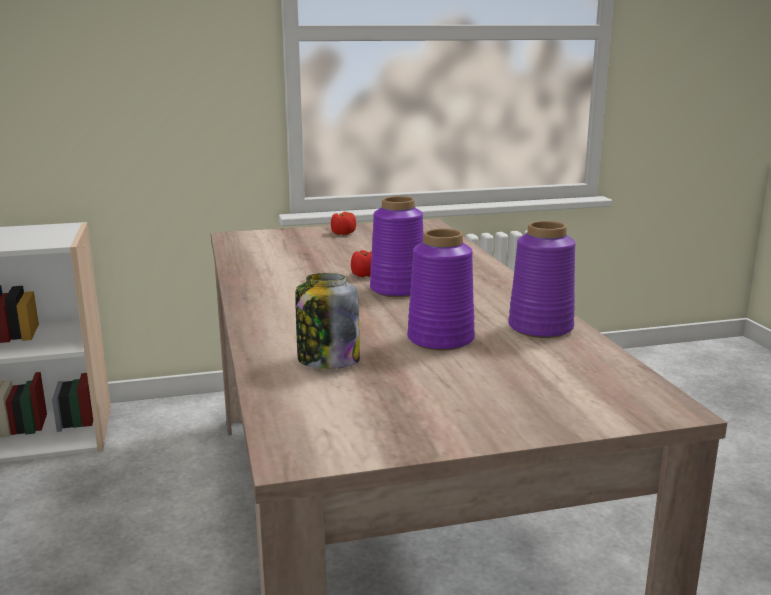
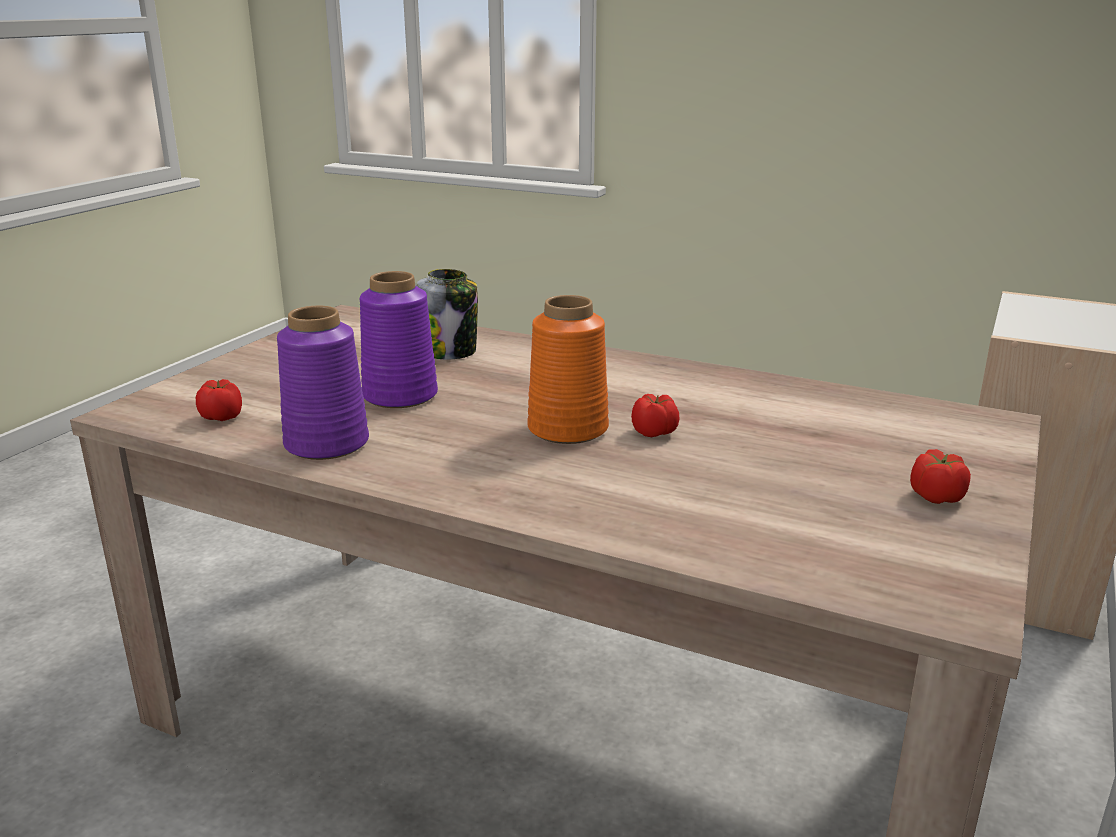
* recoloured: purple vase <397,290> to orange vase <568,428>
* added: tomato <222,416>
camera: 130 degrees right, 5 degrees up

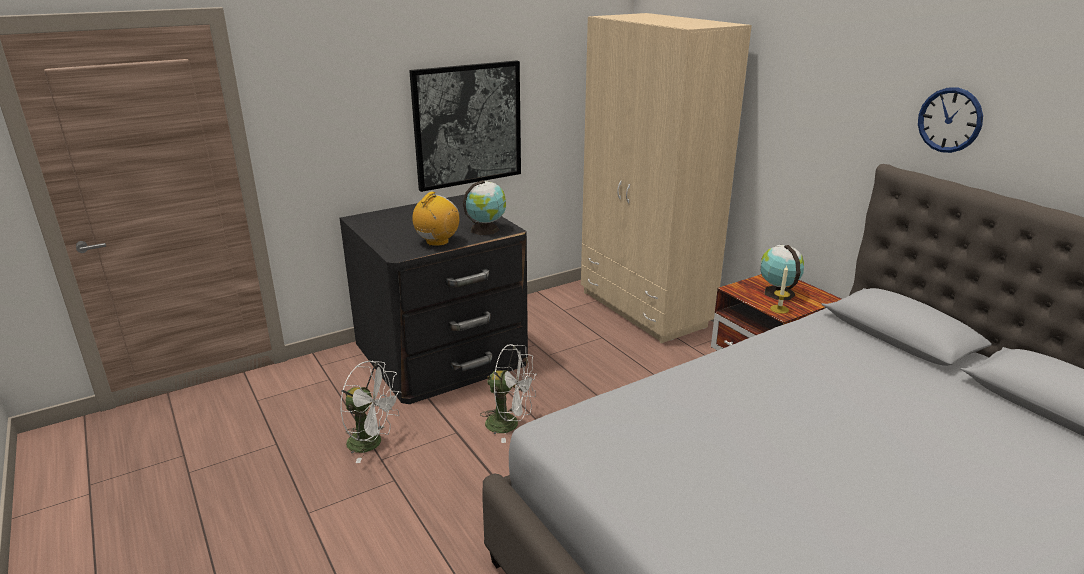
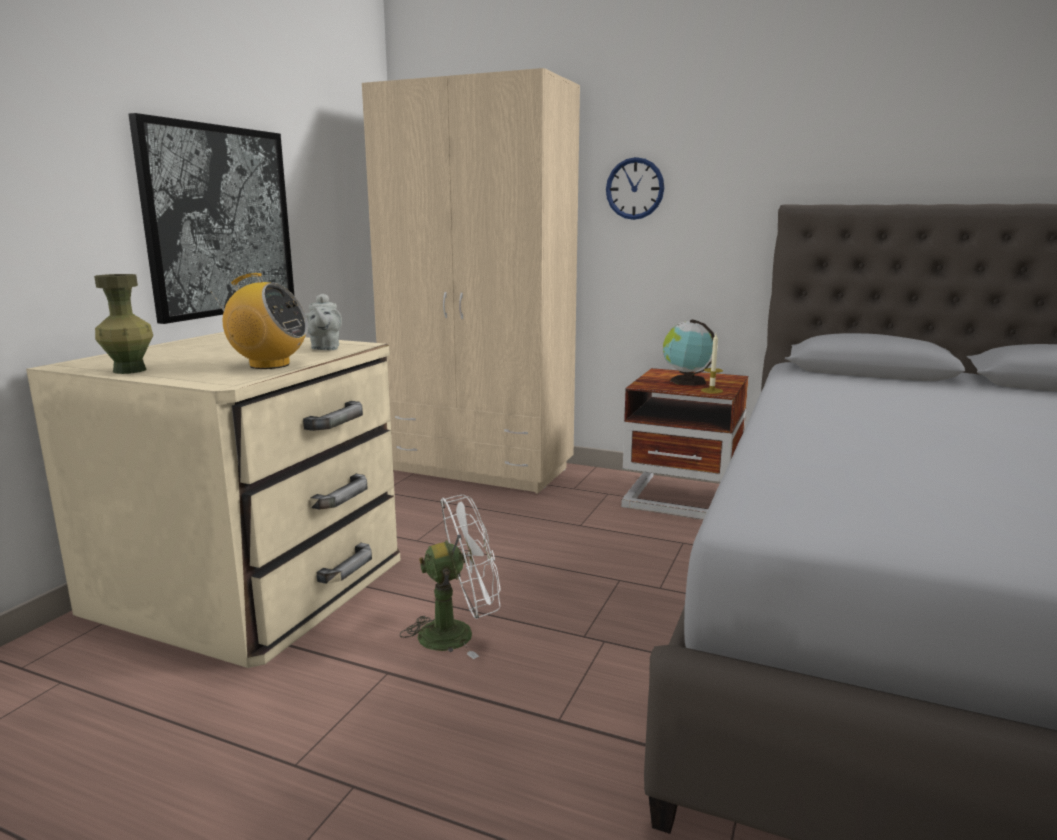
* moved: wall clock <949,120> to <635,188>
* replaced: globe <486,229> to grey teapot <324,348>
* turned: radio <437,242> = <269,365> 105 degrees clockwise
* recoloured: black dresser <443,354> to beige dresser <256,583>
* removed: white fan <372,443>
* added: green vase <130,370>
camera: 35 degrees left, 10 degrees down

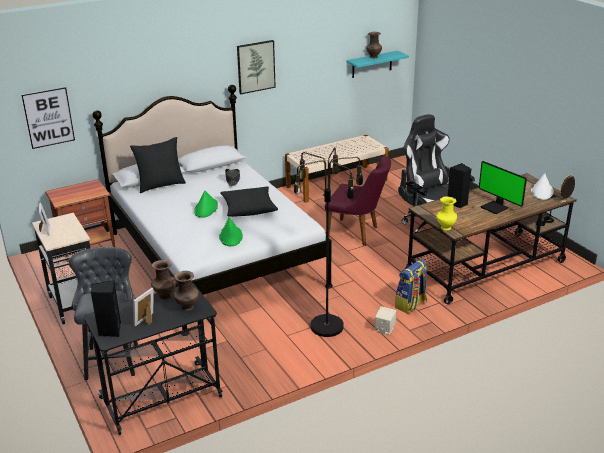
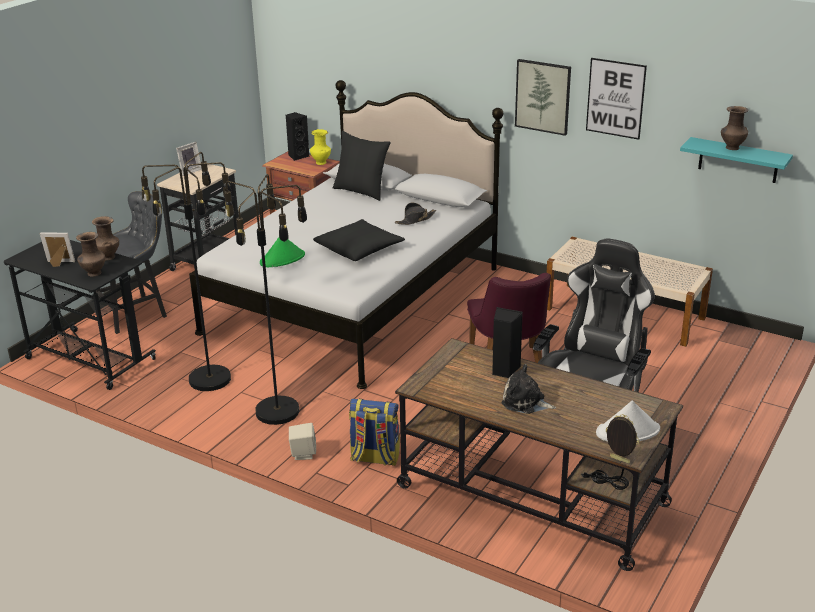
* moved: picture <48,118> to <615,98>
* replaced: monitor <495,207> to plush toy <525,402>
* removed: green hat <206,209>
* moved: yellow vase <445,228> to <320,162>
* moved: black speaker <110,331> to <298,156>
* added: floor lamp <210,380>
camera: 60 degrees right, 0 degrees up

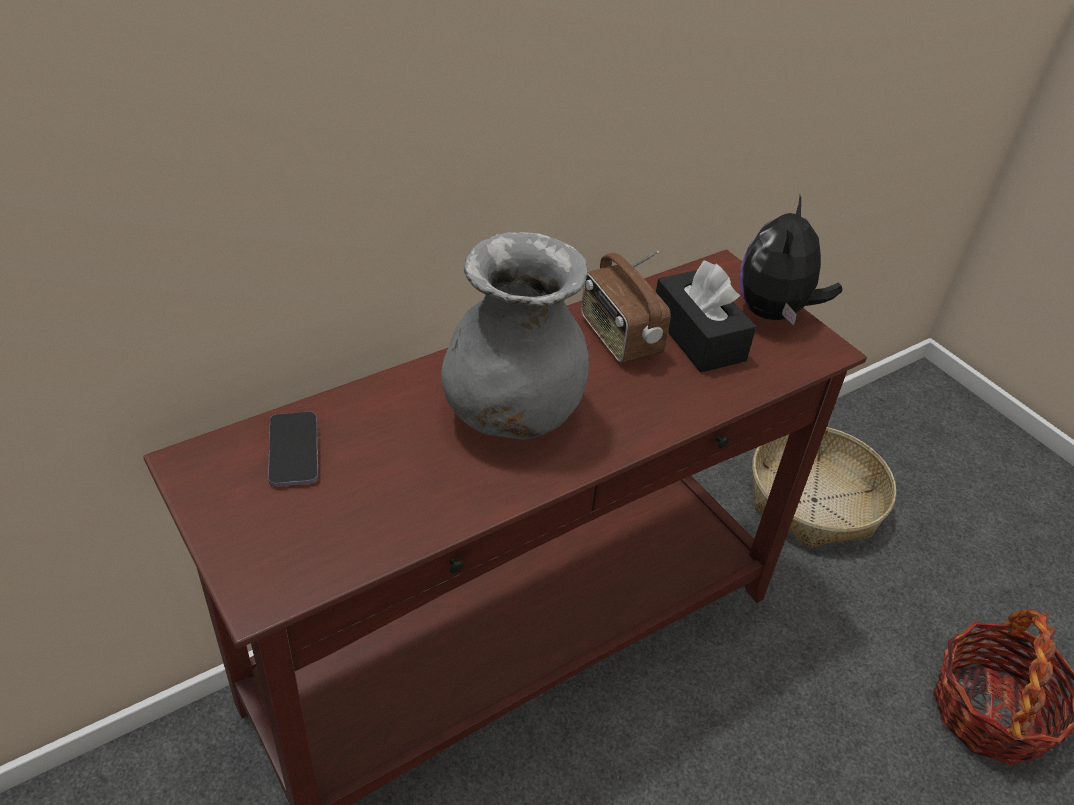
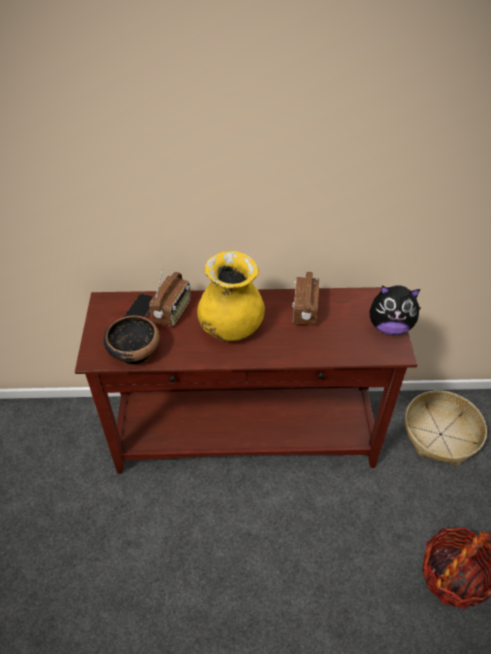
* turned: plush toy <774,313> = <389,326> 135 degrees counterclockwise
* recoloured: grey vase <513,414> to yellow vase <231,328>
* removed: black tissue box <698,336>
* added: radio <172,311>
* added: bowl <134,351>
camera: 35 degrees right, 5 degrees up

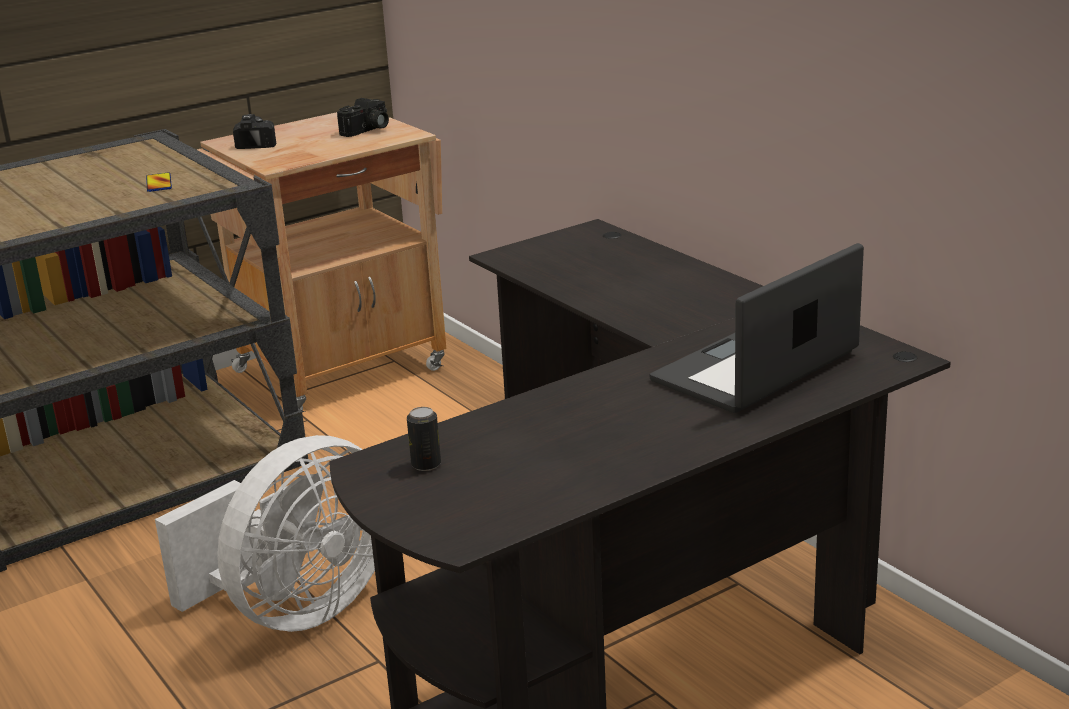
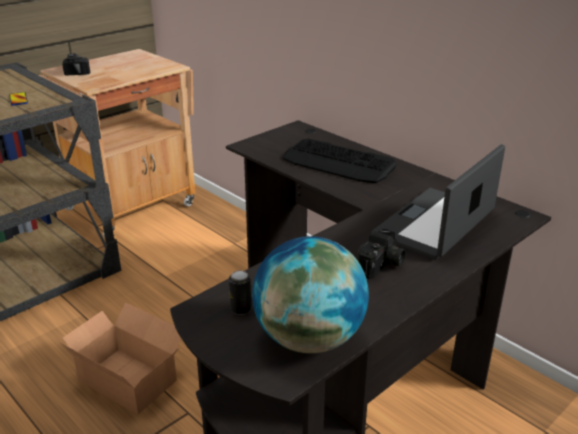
* moved: photo camera <367,130> to <382,265>
* replaced: white fan <296,610> to cardboard box <128,377>
* added: keyboard <338,163>
* added: globe <309,339>
camera: 10 degrees left, 5 degrees up

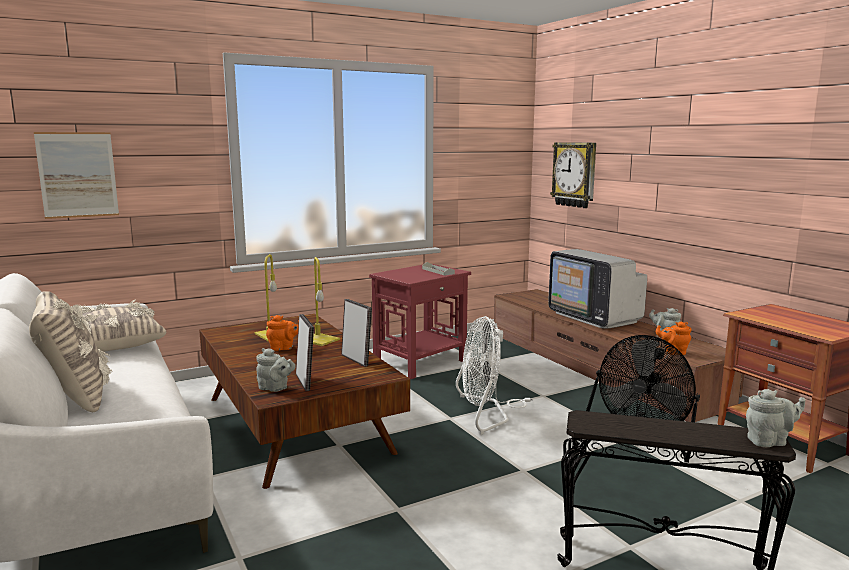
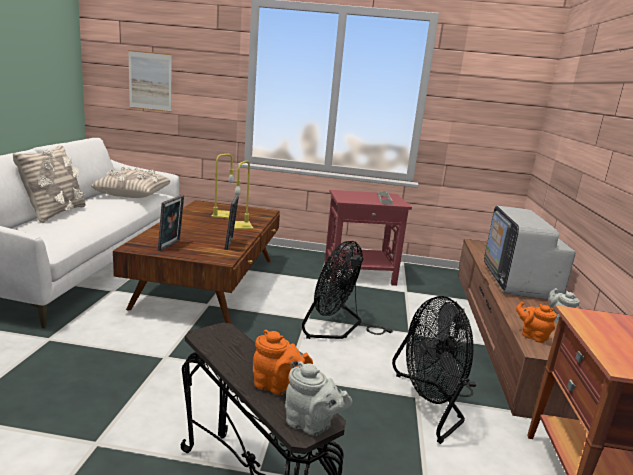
* removed: wall clock <575,174>
* moved: orange teapot <284,348> to <277,386>
* recoloured: white fan <488,411> to black fan <342,326>
* removed: grey teapot <275,388>
camera: 35 degrees right, 5 degrees up

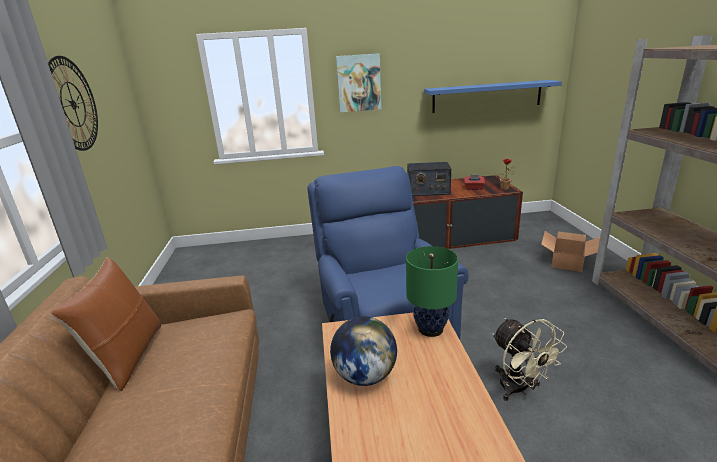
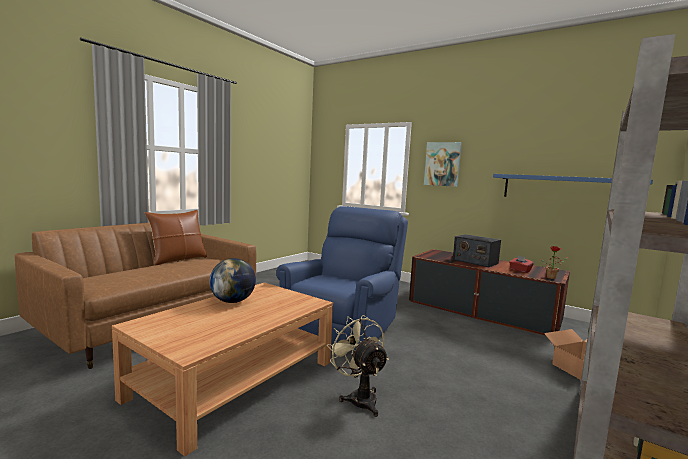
* removed: wall clock <73,104>
* removed: green table lamp <430,329>
* turned: beige fan <519,389> = <359,397> 135 degrees clockwise
camera: 40 degrees right, 15 degrees down

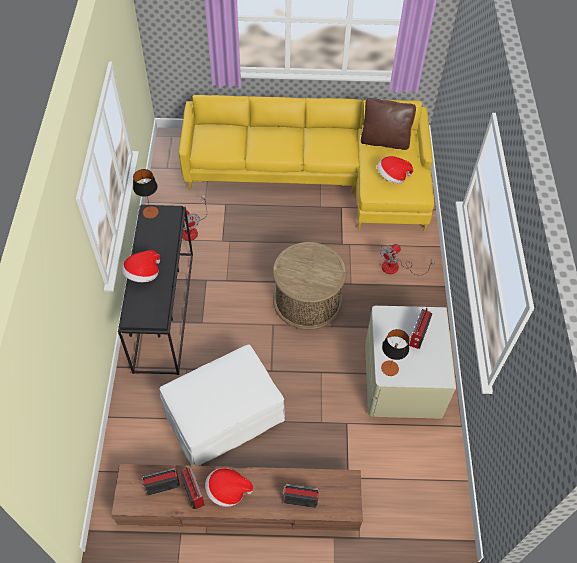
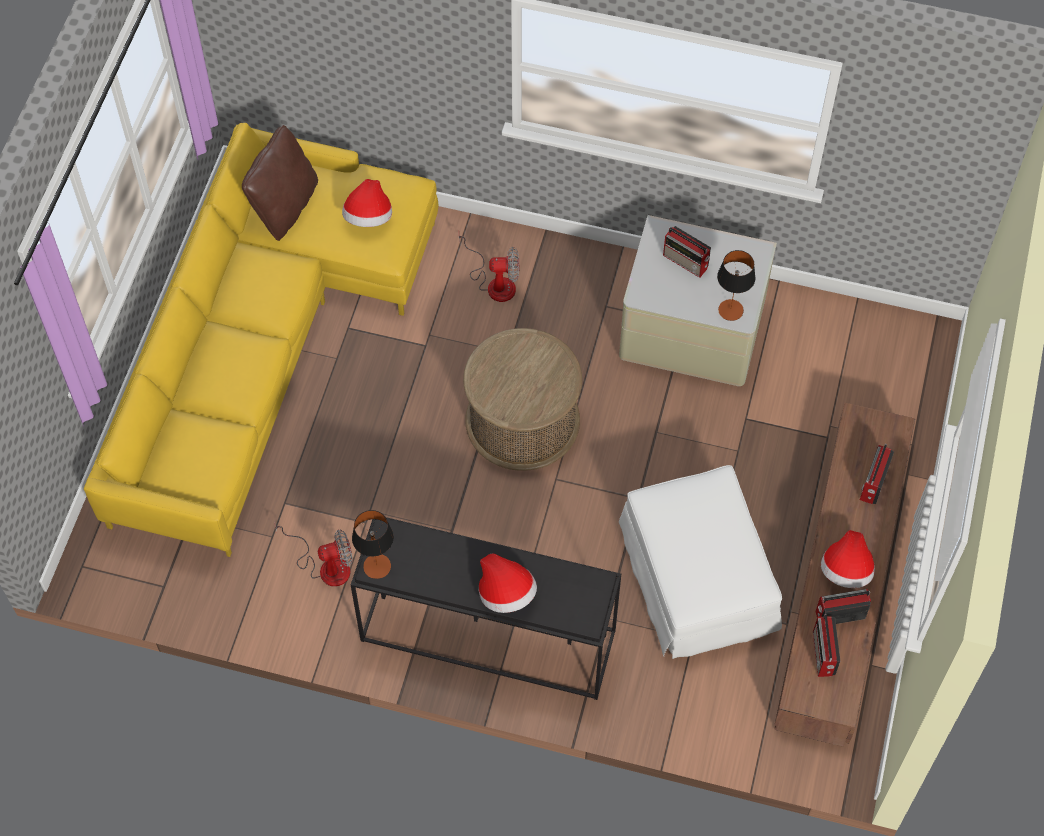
* turned: fan <396,268> = <494,282> 60 degrees counterclockwise
camera: 75 degrees left, 5 degrees up

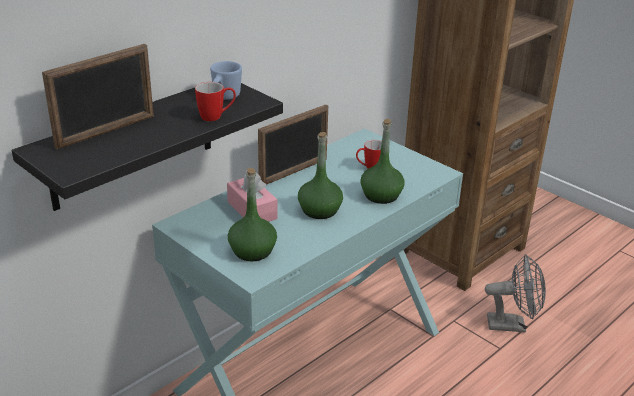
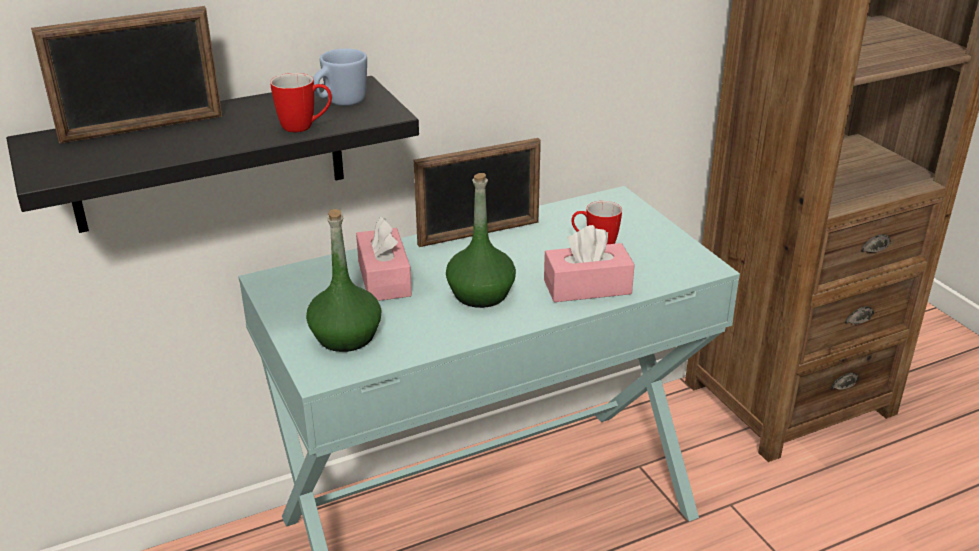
* replaced: green bottle <381,195> to pink tissue box <587,287>
* removed: grey fan <512,325>
camera: 20 degrees right, 0 degrees up

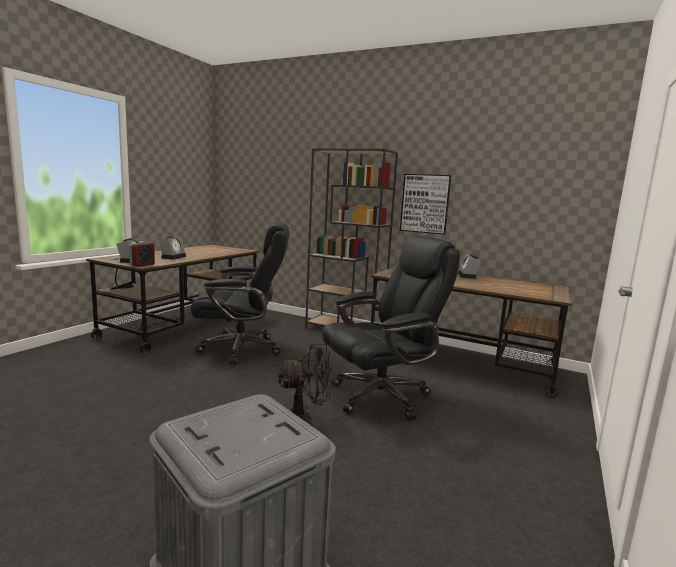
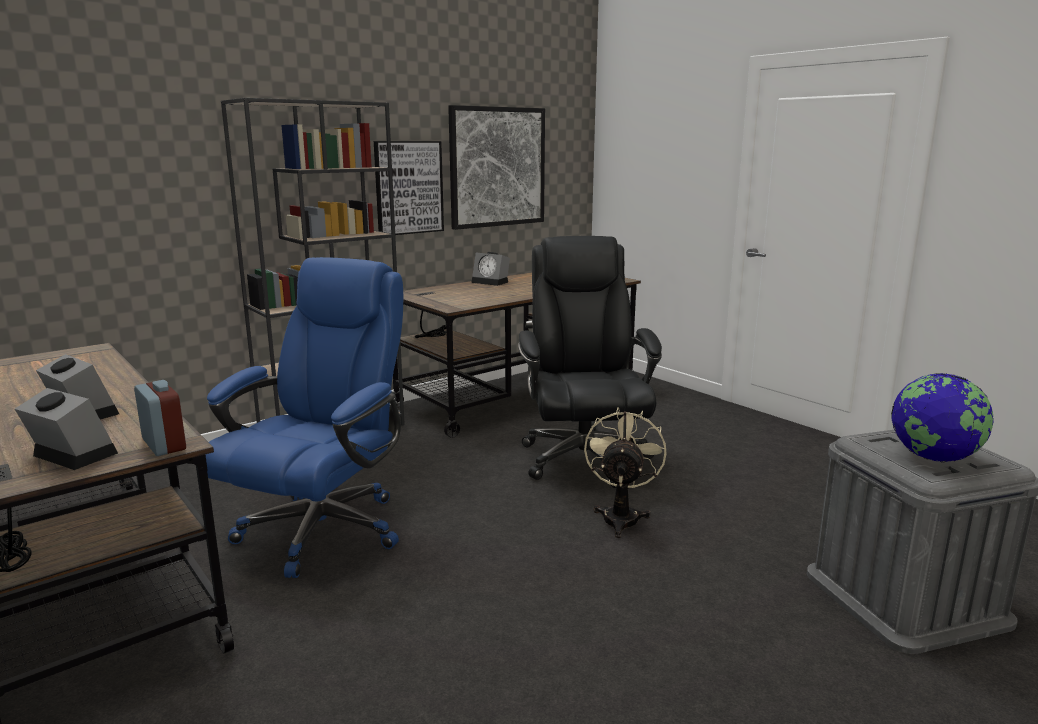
* recoloured: black office chair <240,349> to blue office chair <322,530>
* recoloured: black fan <305,418> to beige fan <621,516>
* added: picture <497,167>
* added: globe <934,458>
camera: 65 degrees left, 5 degrees up

